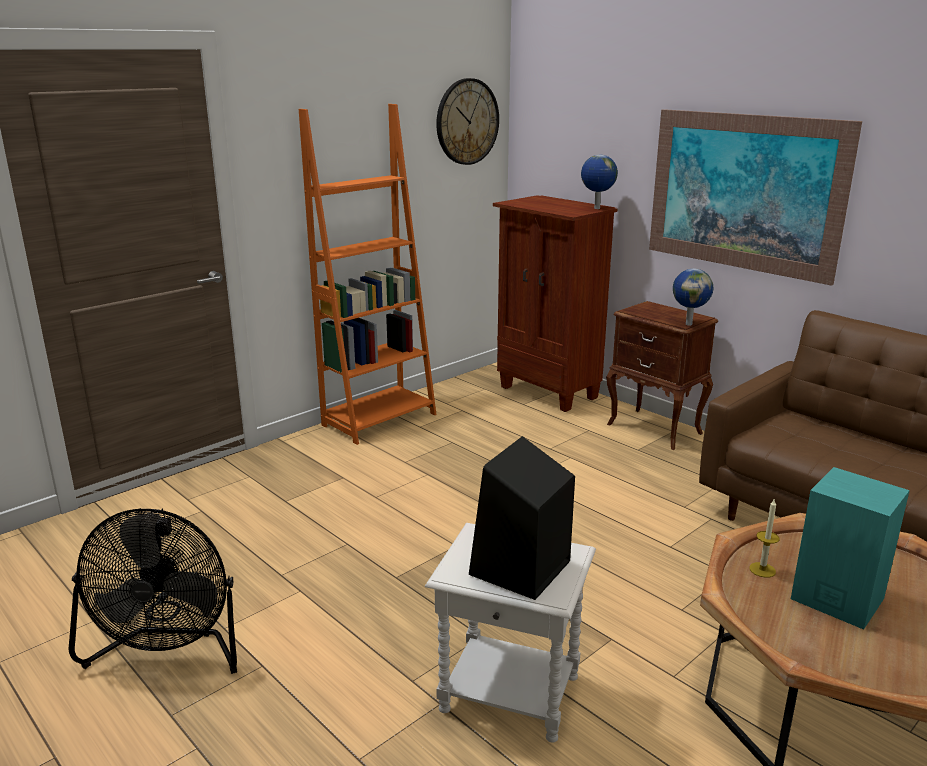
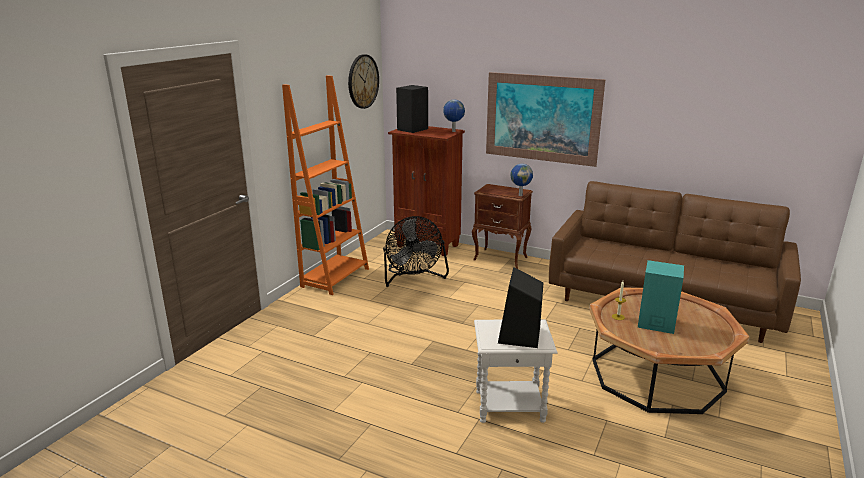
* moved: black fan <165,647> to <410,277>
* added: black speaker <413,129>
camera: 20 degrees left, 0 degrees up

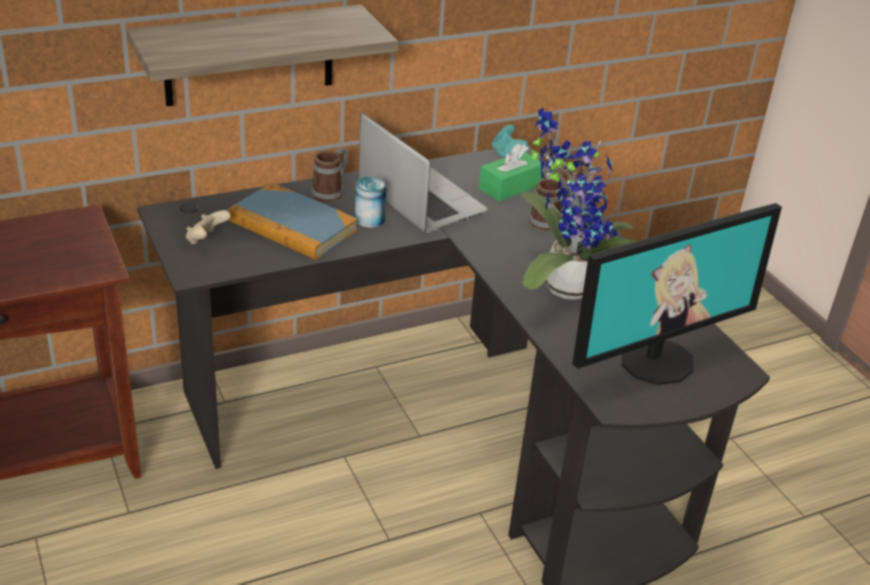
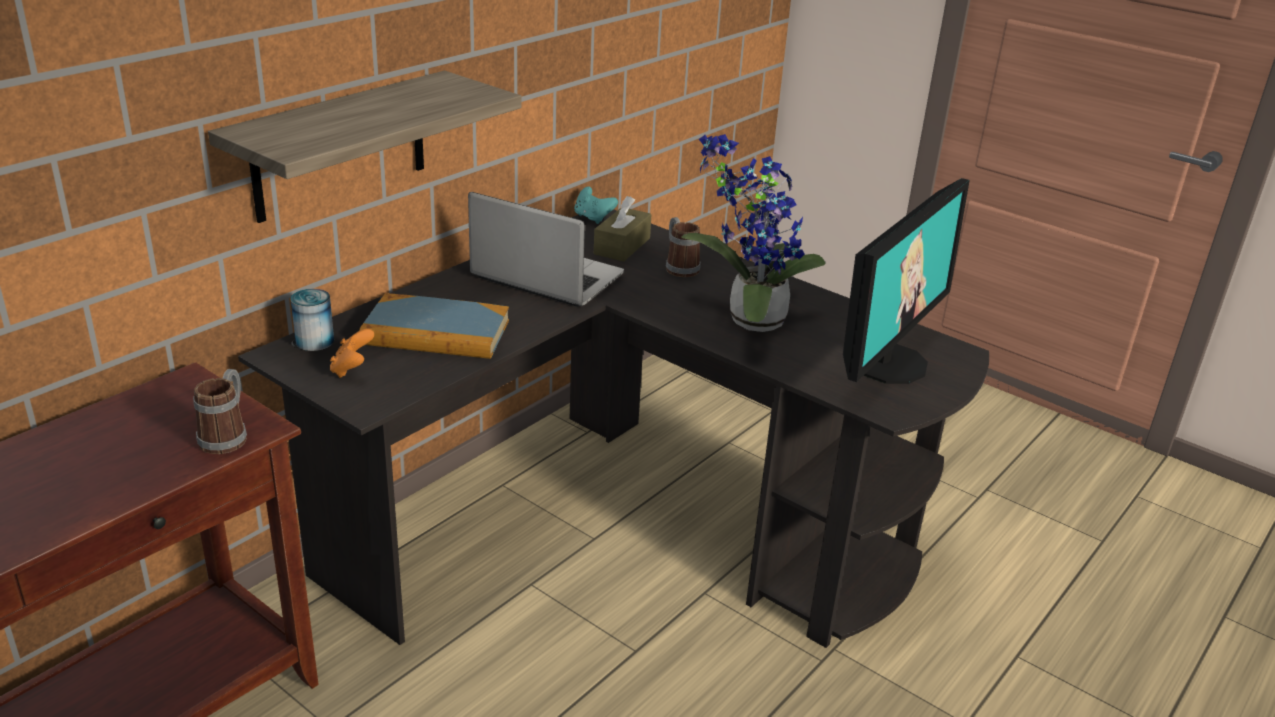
* recoloured: green tissue box <510,187> to brown tissue box <622,246>
* moved: mug <331,192> to <227,435>
* moved: can <369,219> to <315,341>
* recoloured: beige game controller <206,240> to orange game controller <352,369>
camera: 25 degrees left, 5 degrees down

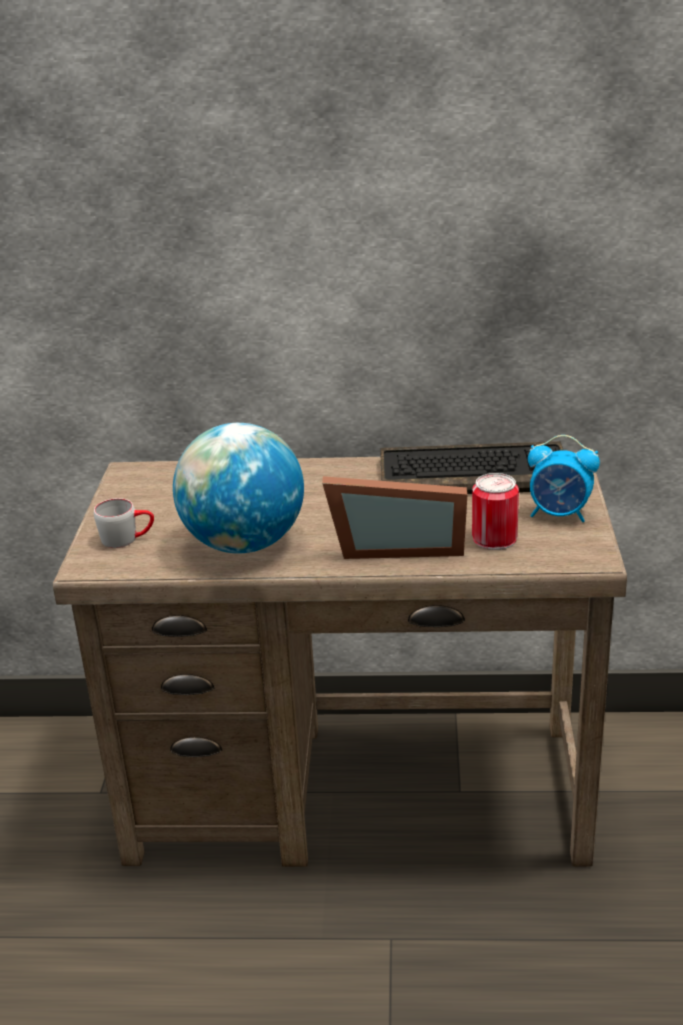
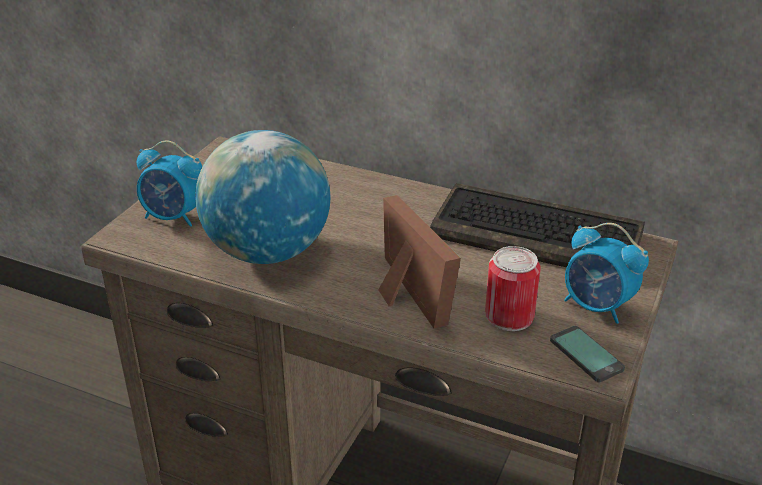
* turned: picture frame <396,547> = <405,296> 135 degrees counterclockwise
* replaced: grey mug <127,538> to alarm clock <174,217>
* added: phone <586,355>
camera: 20 degrees right, 5 degrees up

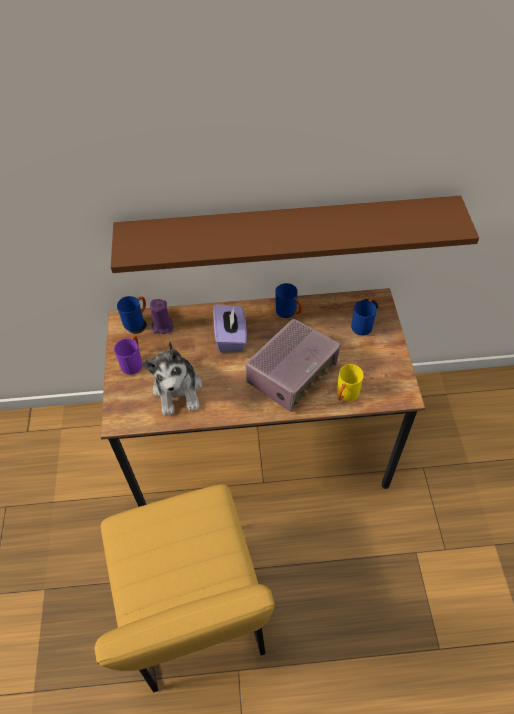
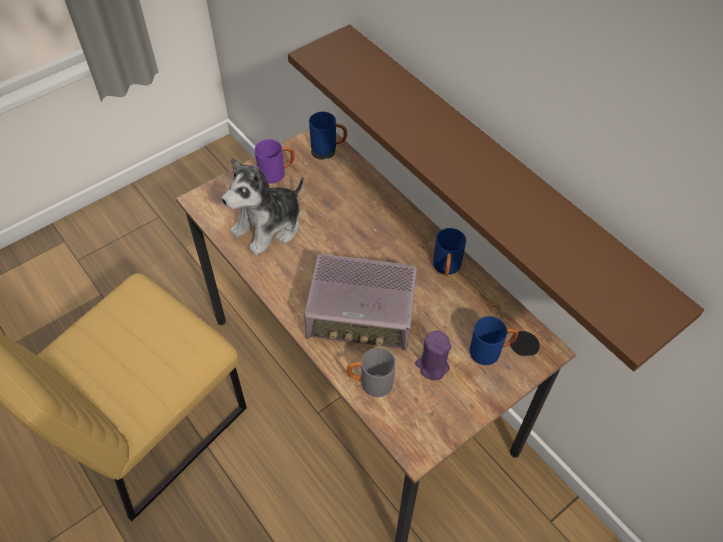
* moved: purple candle <162,326> to <432,366>
* removed: purple tissue box <231,337>
* recoloured: yellow mug <345,395> to grey mug <370,383>
camera: 55 degrees right, 0 degrees up

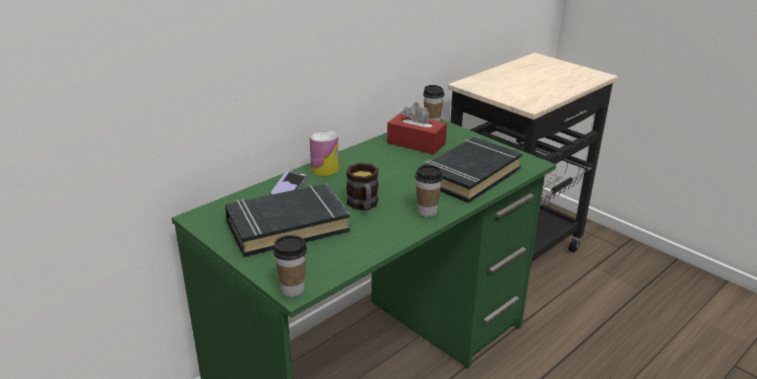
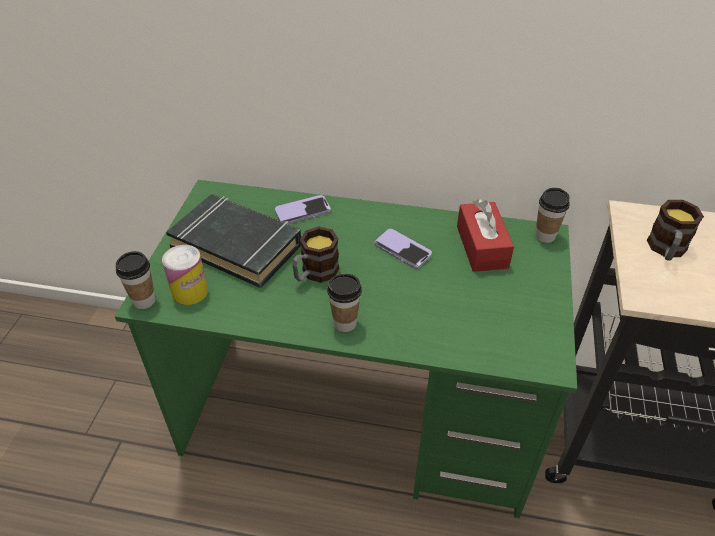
* moved: can <324,169> to <190,291>
* removed: black book <469,175>
* added: mug <666,250>
* added: phone <402,250>
camera: 55 degrees right, 15 degrees up

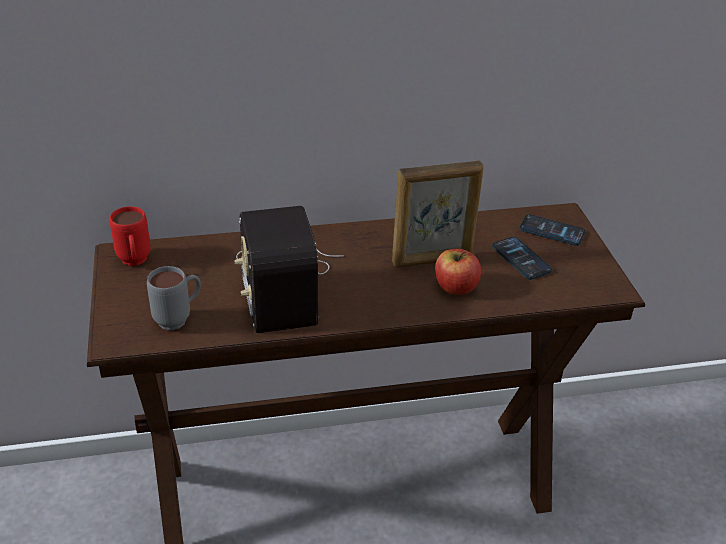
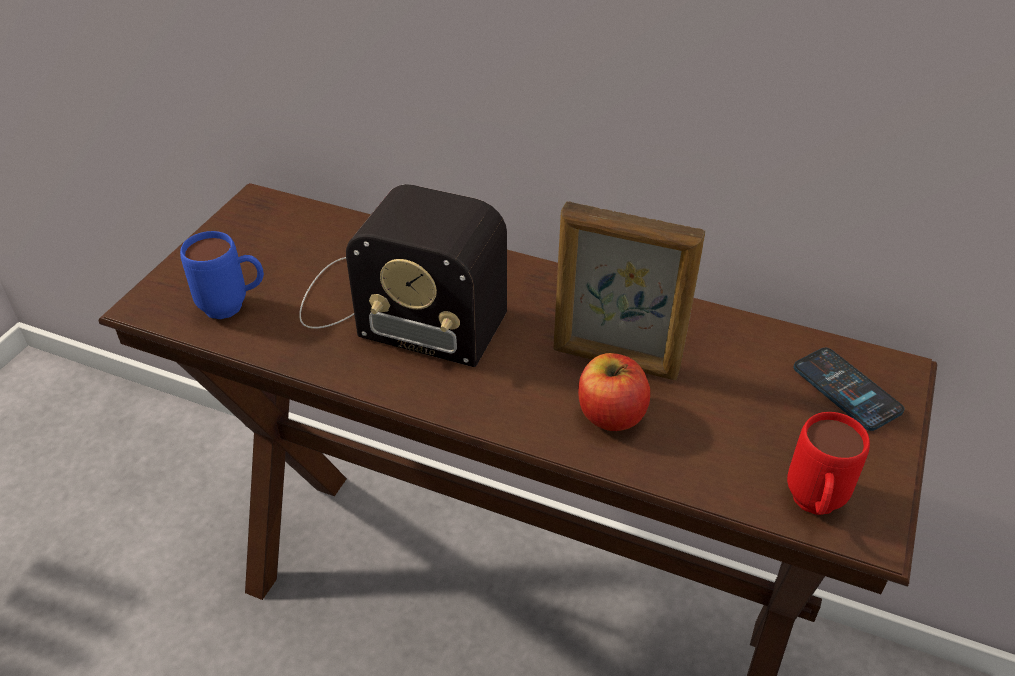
* moved: red mug <134,263> to <813,507>
* turned: radio <281,280> = <395,307> 90 degrees counterclockwise
* removed: phone <521,259>
* recoloured: grey mug <179,319> to blue mug <234,307>
camera: 35 degrees right, 5 degrees up

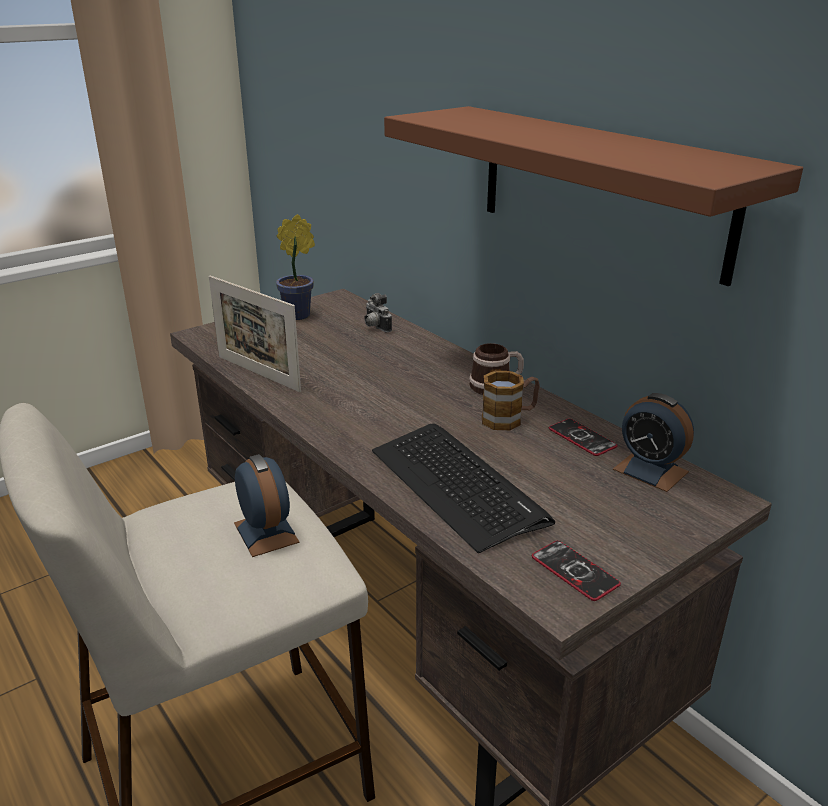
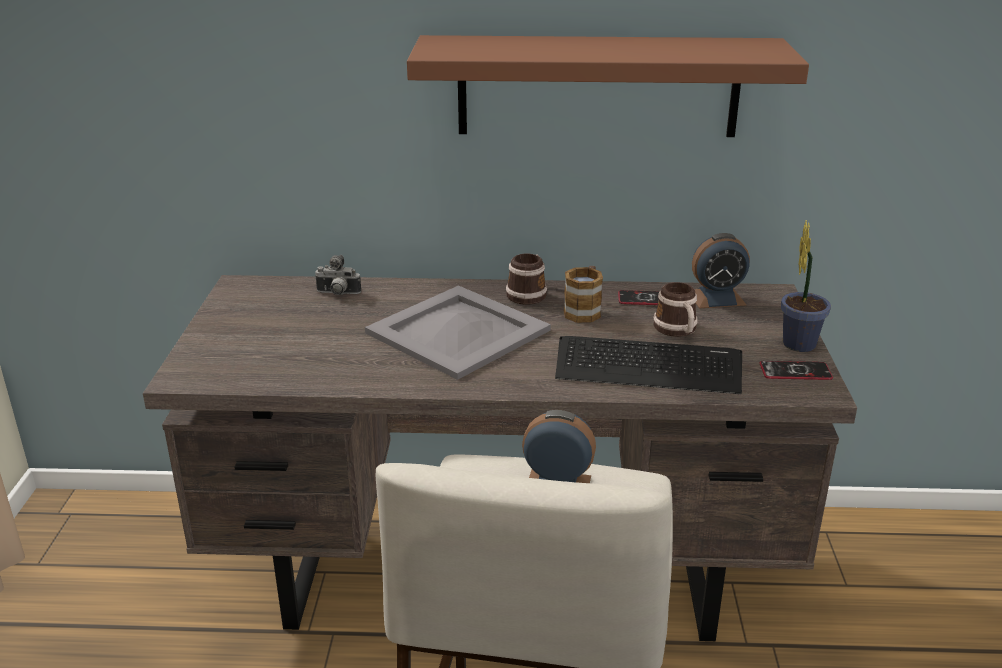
* moved: potted plant <300,315> to <798,342>
* removed: picture frame <258,373>
* added: mug <677,330>
* added: grey tray <458,332>
camera: 50 degrees left, 0 degrees up

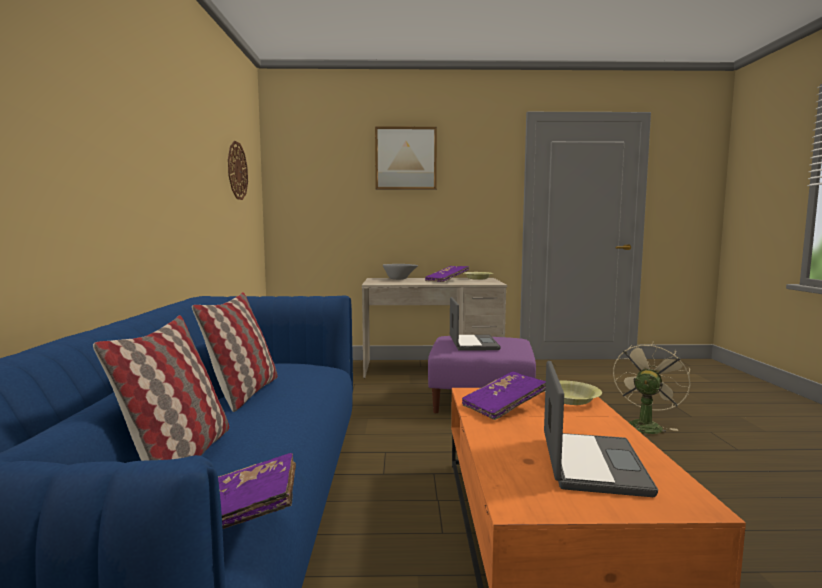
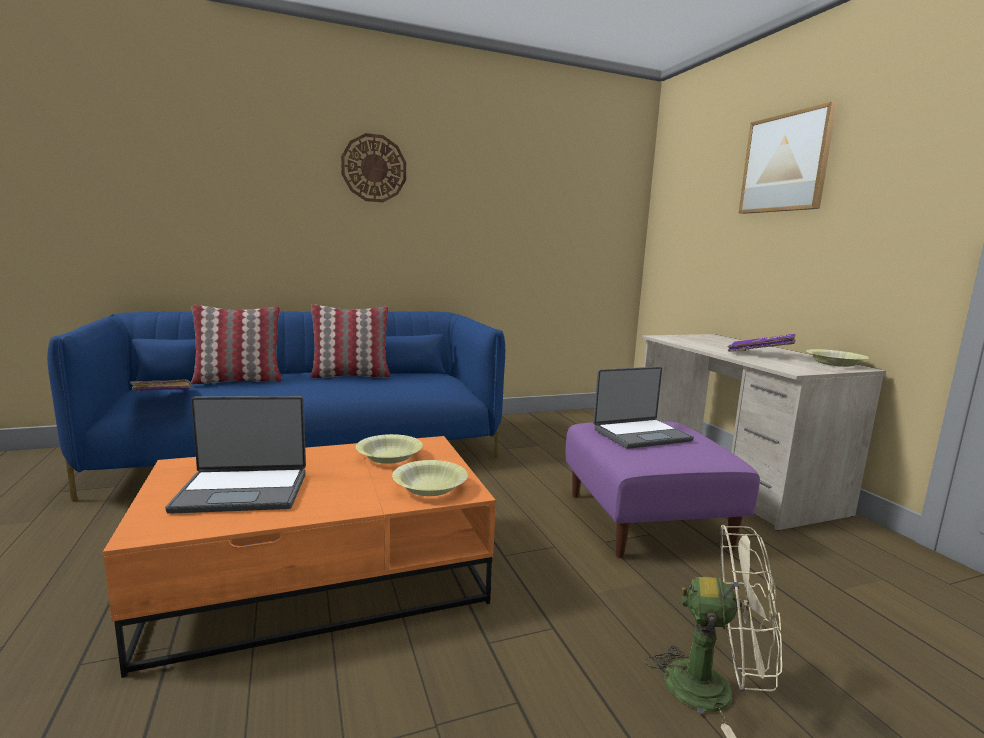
* moved: wall clock <237,171> to <374,168>
* removed: grey bowl <400,279>
* replaced: purple book <503,407> to yellow bowl <389,457>
camera: 70 degrees right, 5 degrees up

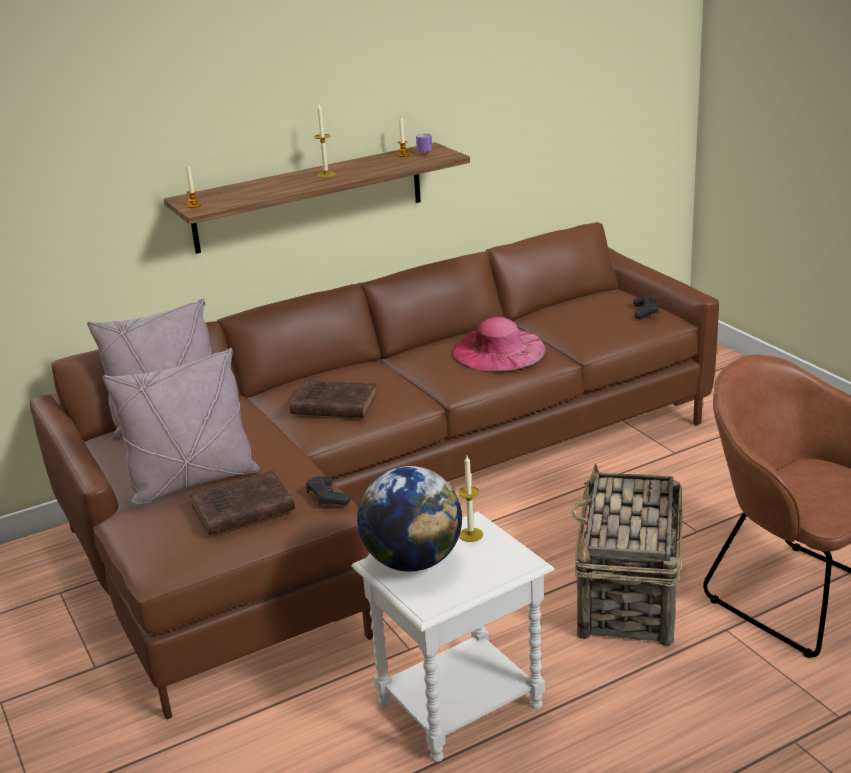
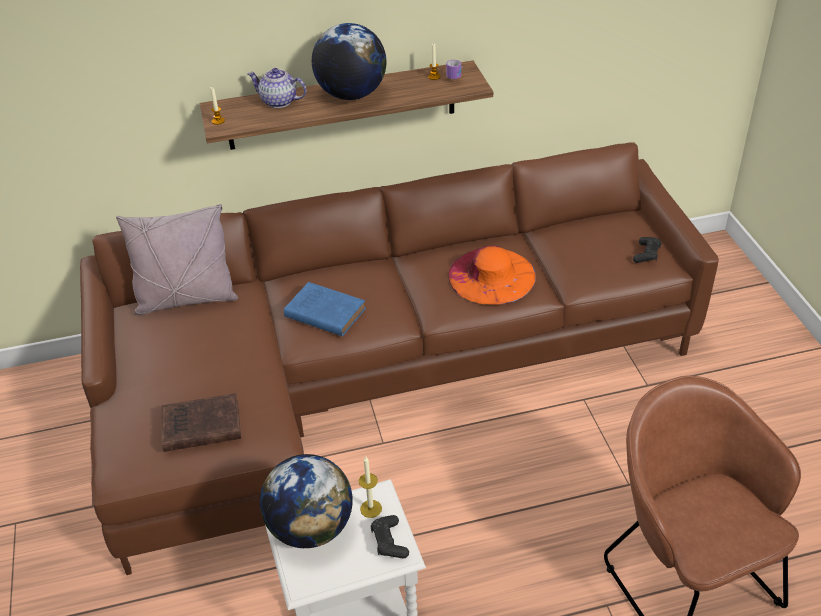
* replaced: candle <326,174> to globe <351,95>
* recoloured: pink hat <498,350> to orange hat <491,275>
* removed: purple pillow <192,482>
* recoloured: brown book <332,404> to blue book <323,312>
* removed: basket <628,597>
* moved: black game controller <327,498> to <389,542>
* added: teapot <279,102>
camera: 15 degrees right, 15 degrees up

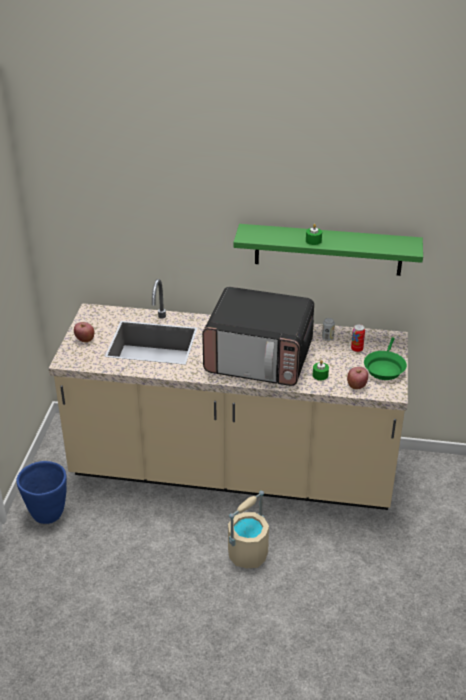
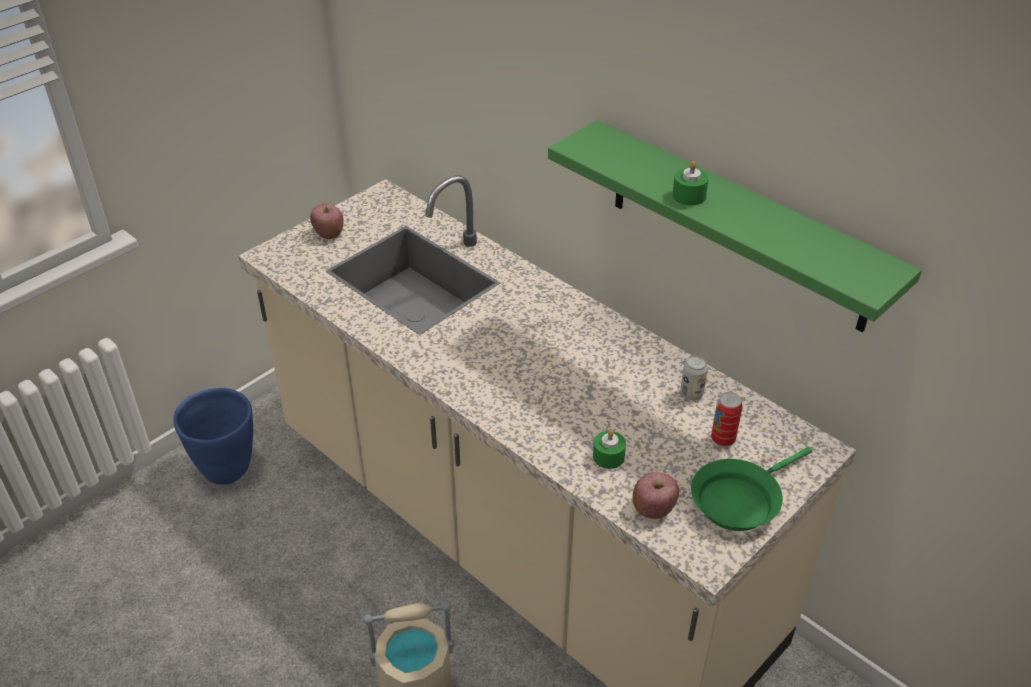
* removed: microwave <259,359>
camera: 35 degrees right, 5 degrees up

